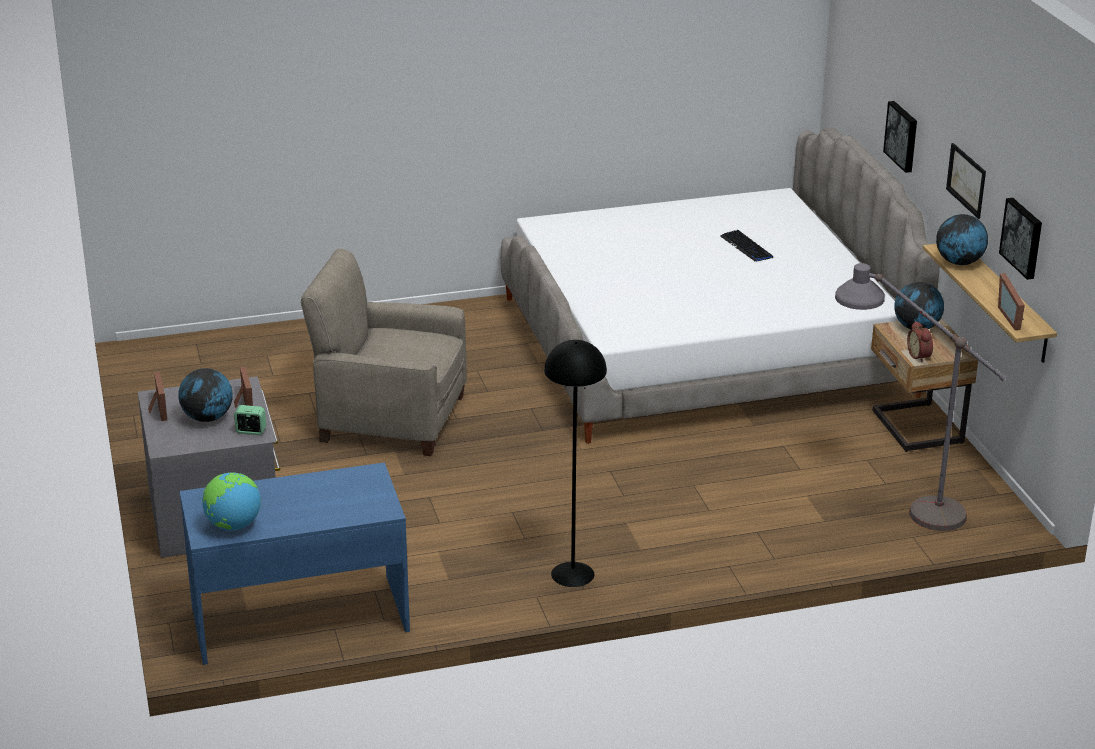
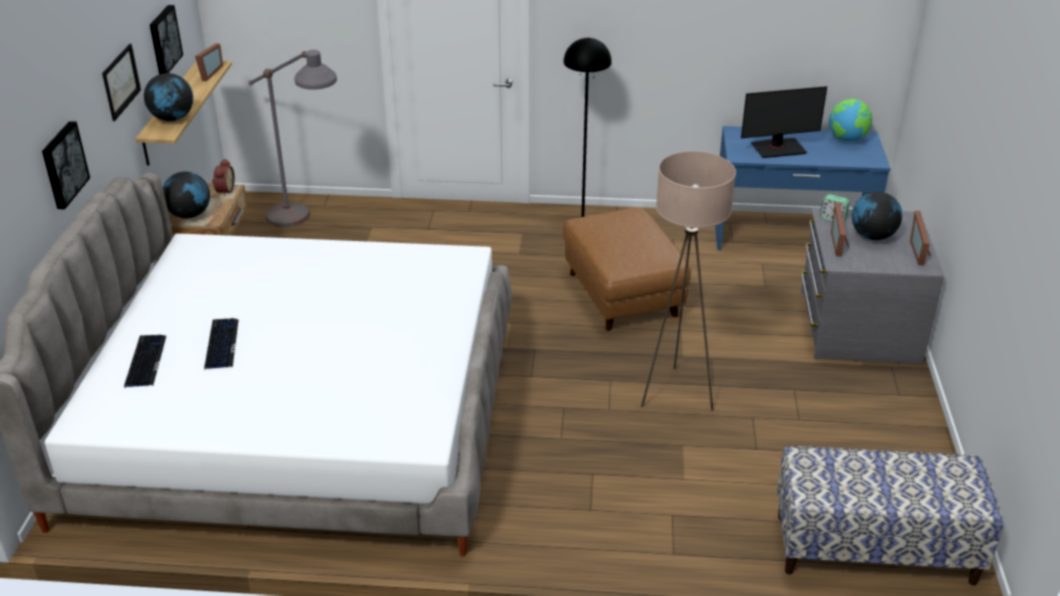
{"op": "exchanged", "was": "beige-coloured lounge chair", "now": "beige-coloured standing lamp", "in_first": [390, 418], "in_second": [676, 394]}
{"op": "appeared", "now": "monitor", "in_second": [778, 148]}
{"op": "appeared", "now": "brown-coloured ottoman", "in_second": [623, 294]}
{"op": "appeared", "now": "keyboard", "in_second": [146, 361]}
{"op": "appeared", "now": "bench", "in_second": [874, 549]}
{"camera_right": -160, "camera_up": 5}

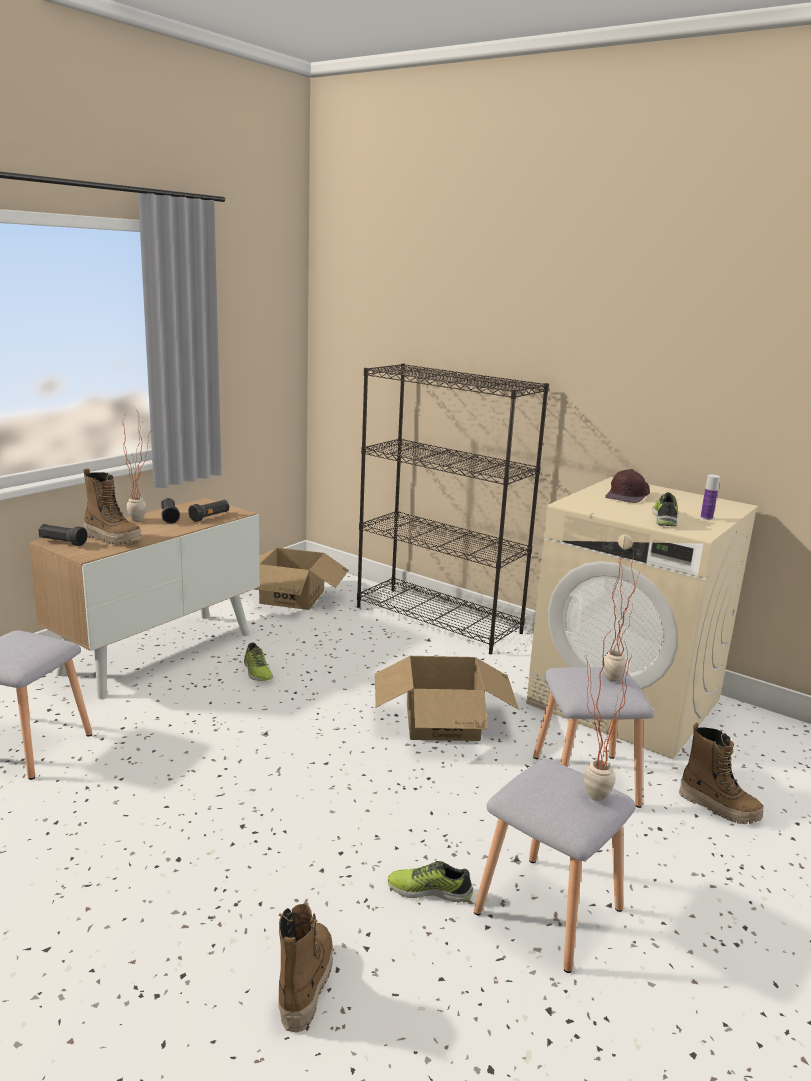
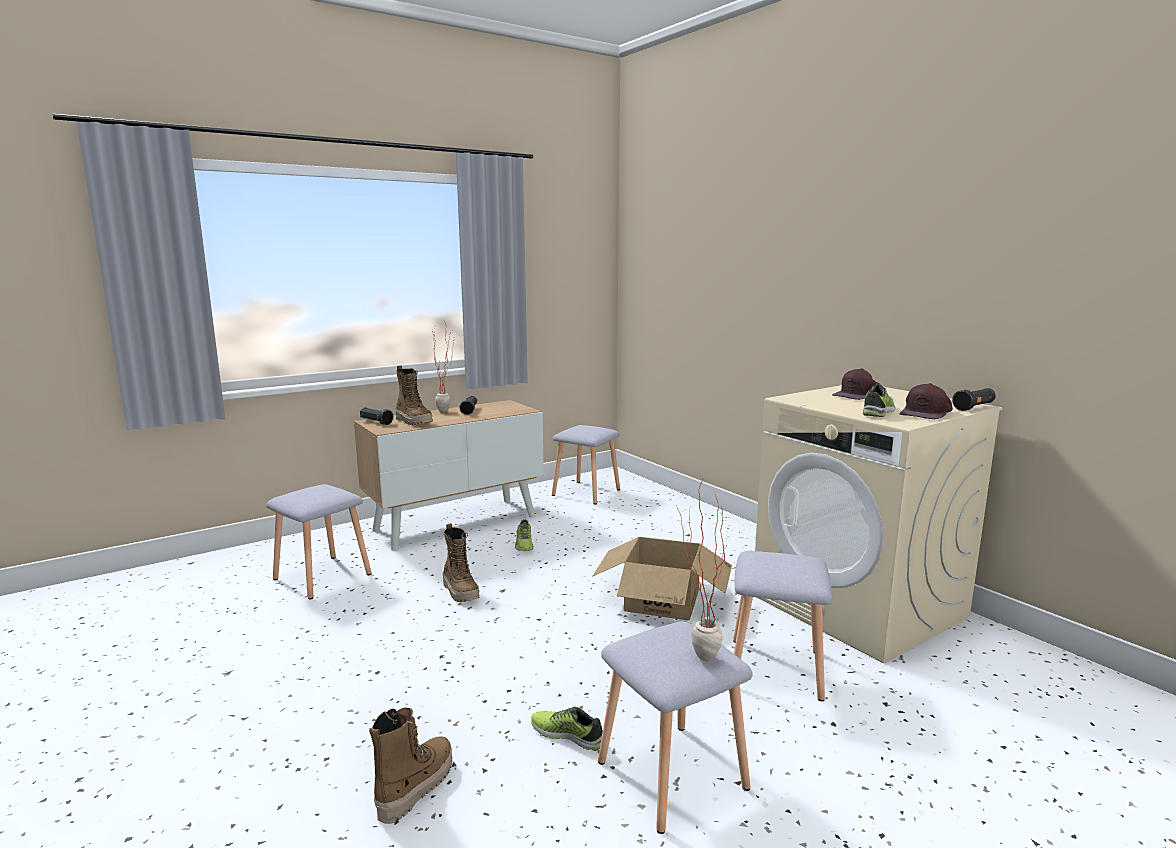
{"op": "missing", "was": "black-coloured bookshelf", "in_first": [439, 619]}
{"op": "exchanged", "was": "bottle", "now": "brown-coloured baseball cap", "in_first": [706, 518], "in_second": [927, 413]}
{"op": "relocated", "was": "black-coloured flashlight", "in_first": [210, 517], "in_second": [974, 408]}
{"op": "missing", "was": "plant in a pot", "in_first": [614, 676]}
{"op": "exchanged", "was": "cardboard box", "now": "gray stool", "in_first": [293, 597], "in_second": [587, 492]}
{"op": "relocated", "was": "tall boot", "in_first": [718, 807], "in_second": [461, 592]}
{"camera_right": 20, "camera_up": -5}

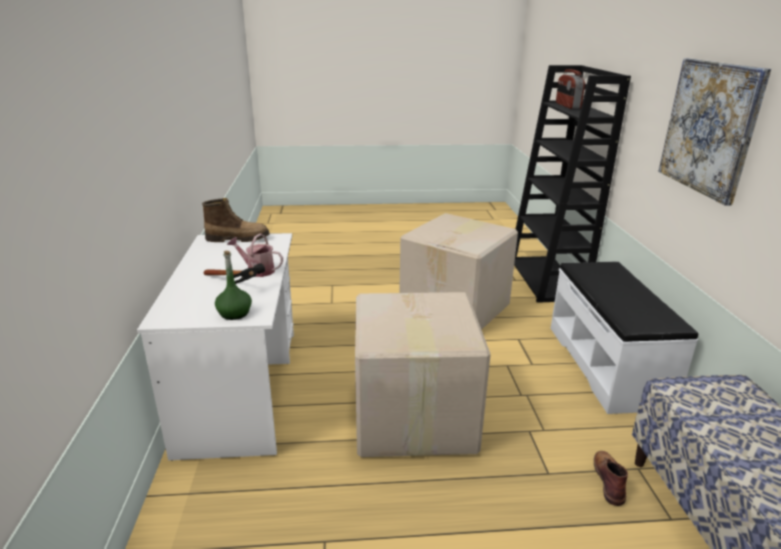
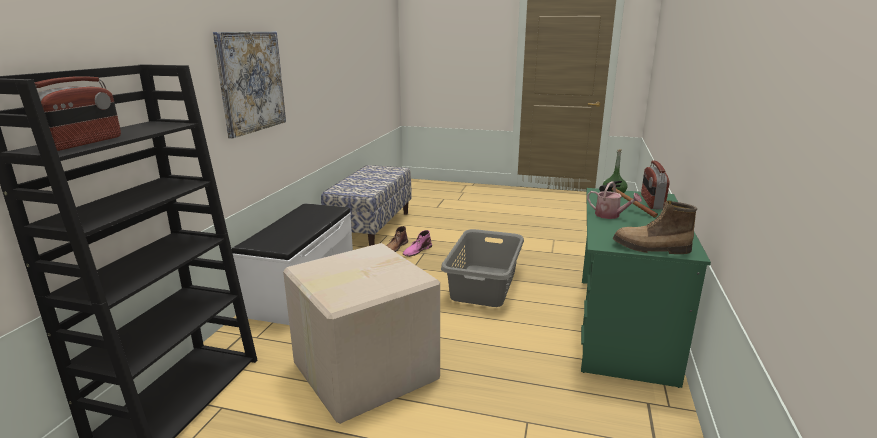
{"op": "colour", "was": "whitish desk table", "now": "green-coloured desk table", "in_first": [242, 388], "in_second": [622, 326]}
{"op": "exchanged", "was": "cardboard box", "now": "gray washing basket", "in_first": [412, 418], "in_second": [484, 285]}
{"op": "appeared", "now": "radio receiver", "in_second": [651, 202]}
{"op": "appeared", "now": "pink tall boot", "in_second": [417, 251]}
{"camera_right": -160, "camera_up": -5}

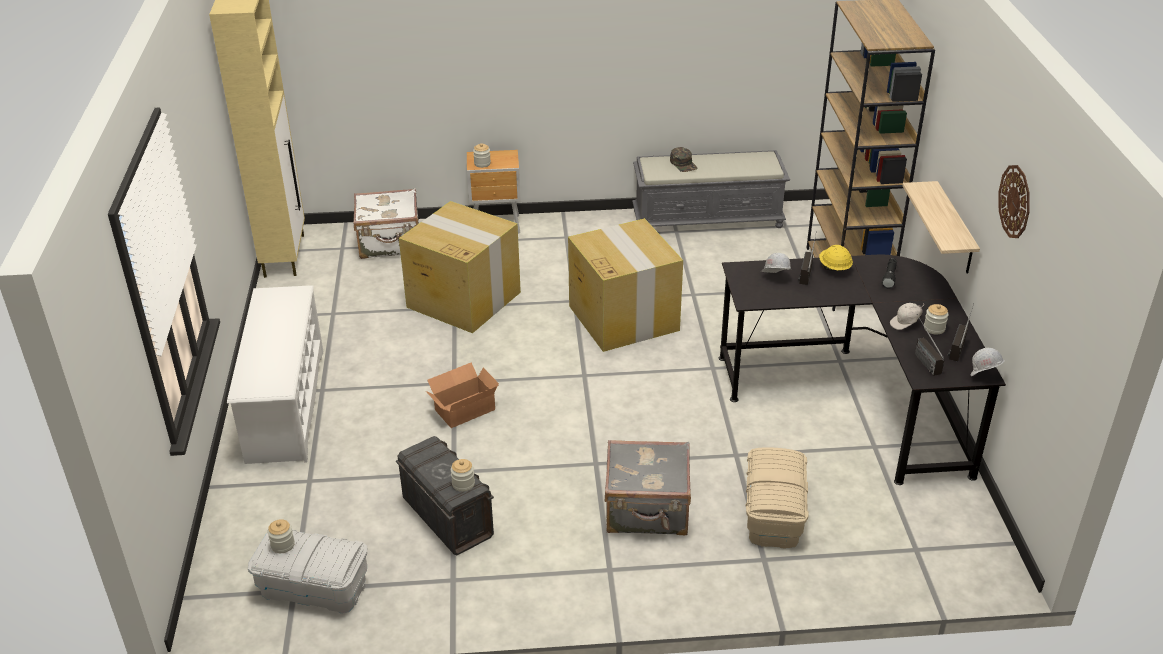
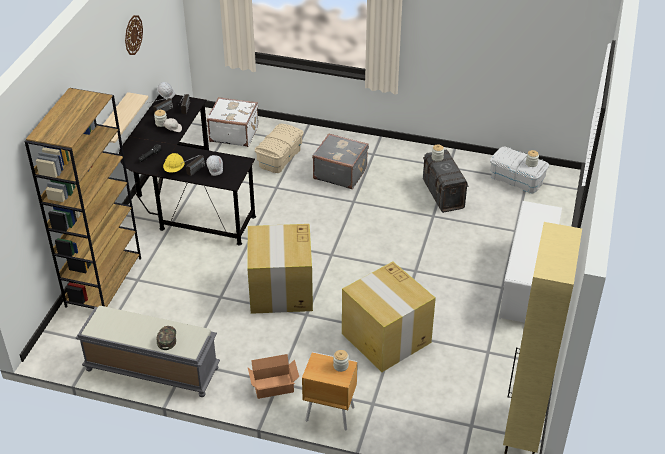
{"op": "relocated", "was": "whitish suitcase", "in_first": [390, 244], "in_second": [234, 133]}
{"op": "relocated", "was": "cardboard box", "in_first": [462, 409], "in_second": [274, 387]}
{"camera_right": -160, "camera_up": 5}

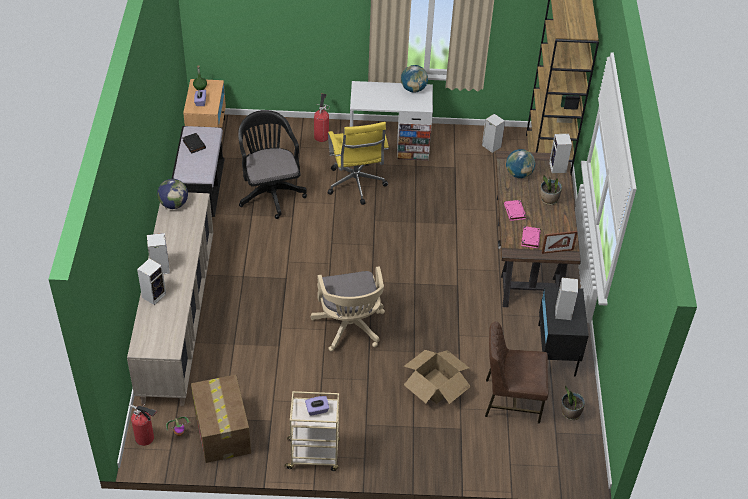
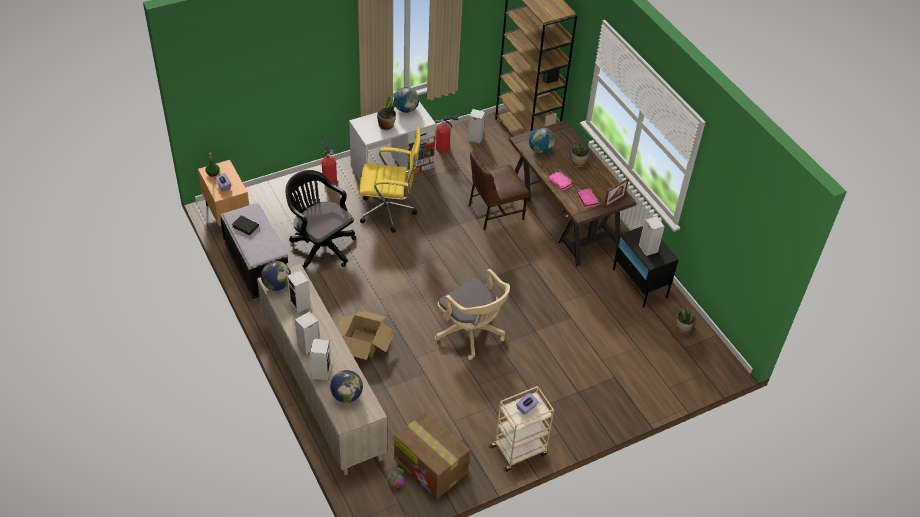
{"op": "spun", "was": "yellow desk chair", "in_first": [356, 185], "in_second": [390, 212], "clockwise": -45}
{"op": "relocated", "was": "loudspeaker", "in_first": [558, 168], "in_second": [300, 305]}
{"op": "relocated", "was": "brown-coloured upright chair", "in_first": [511, 400], "in_second": [494, 212]}
{"op": "relocated", "was": "cardboard box", "in_first": [436, 385], "in_second": [363, 343]}
{"op": "relocated", "was": "extinguisher", "in_first": [146, 438], "in_second": [444, 148]}
{"op": "appeared", "now": "plant in a pot", "in_second": [386, 126]}
{"op": "appeared", "now": "world globe", "in_second": [347, 396]}
{"camera_right": -30, "camera_up": 0}

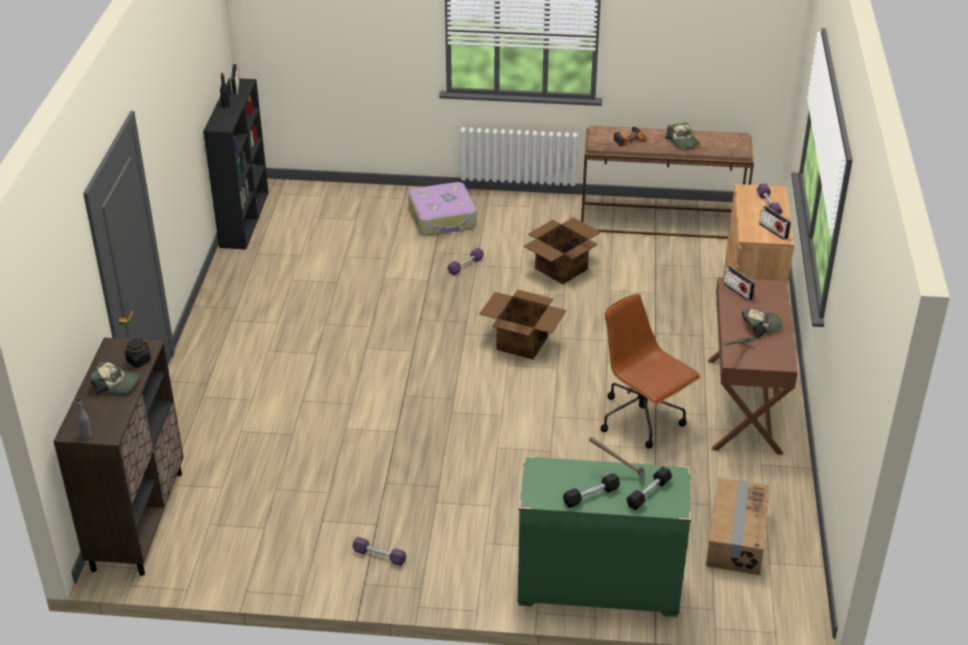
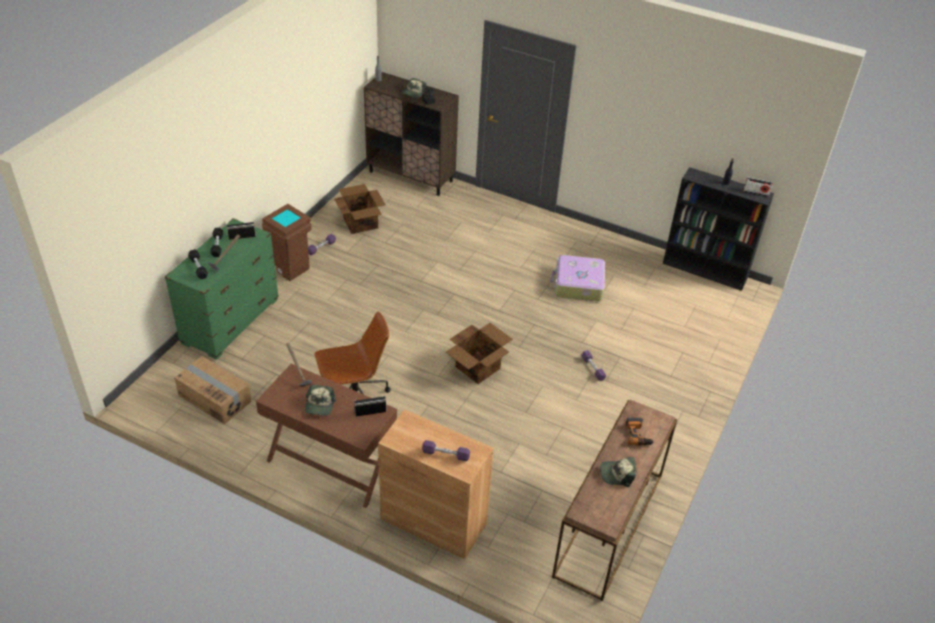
{"op": "relocated", "was": "suitcase", "in_first": [443, 218], "in_second": [578, 285]}
{"op": "relocated", "was": "radio receiver", "in_first": [773, 231], "in_second": [242, 236]}
{"op": "relocated", "was": "cardboard box", "in_first": [560, 269], "in_second": [360, 222]}
{"op": "appeared", "now": "brown-coloured waste bin", "in_second": [290, 269]}
{"camera_right": 110, "camera_up": 5}

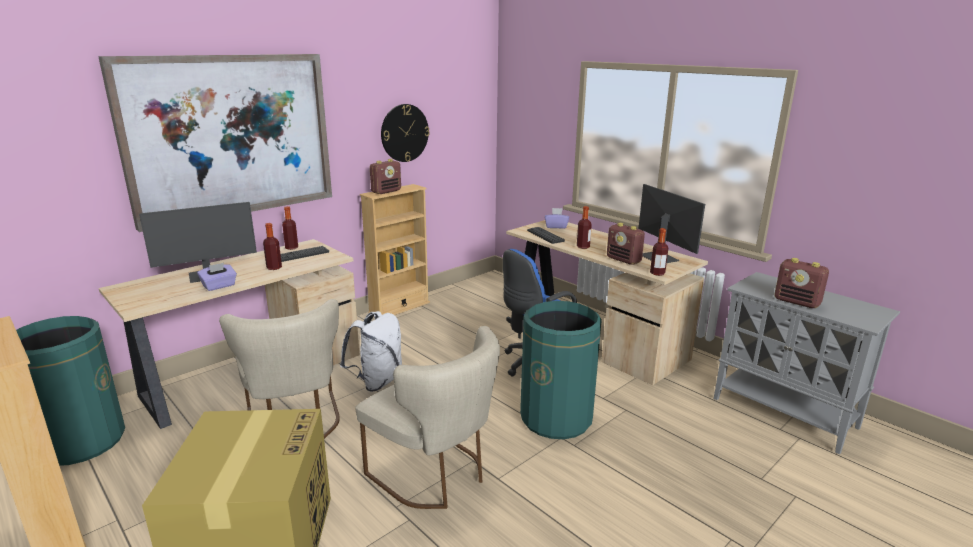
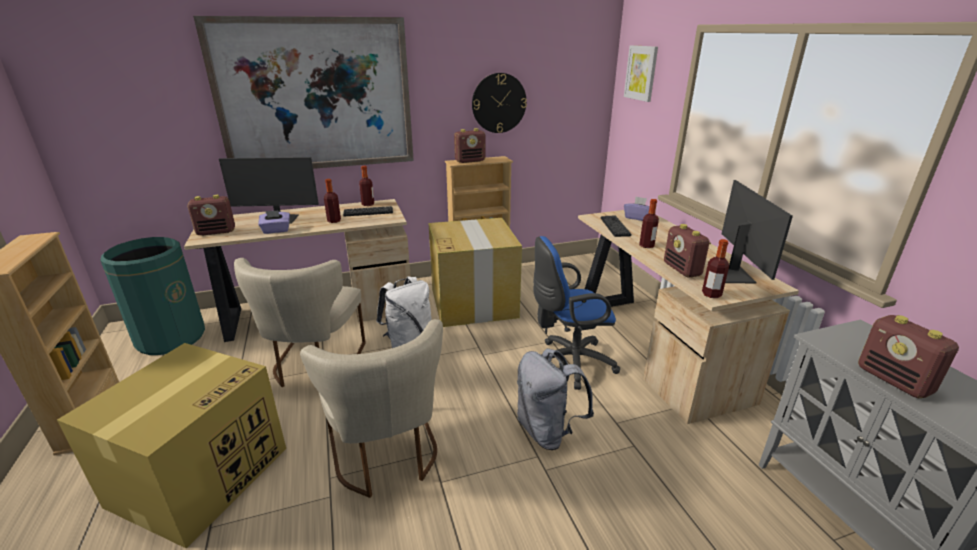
{"op": "exchanged", "was": "green-coloured waste bin", "now": "gray backpack", "in_first": [556, 418], "in_second": [548, 431]}
{"op": "appeared", "now": "wall art", "in_second": [641, 73]}
{"op": "appeared", "now": "radio receiver", "in_second": [216, 232]}
{"op": "appeared", "now": "cardboard box", "in_second": [473, 302]}
{"camera_right": 25, "camera_up": 5}

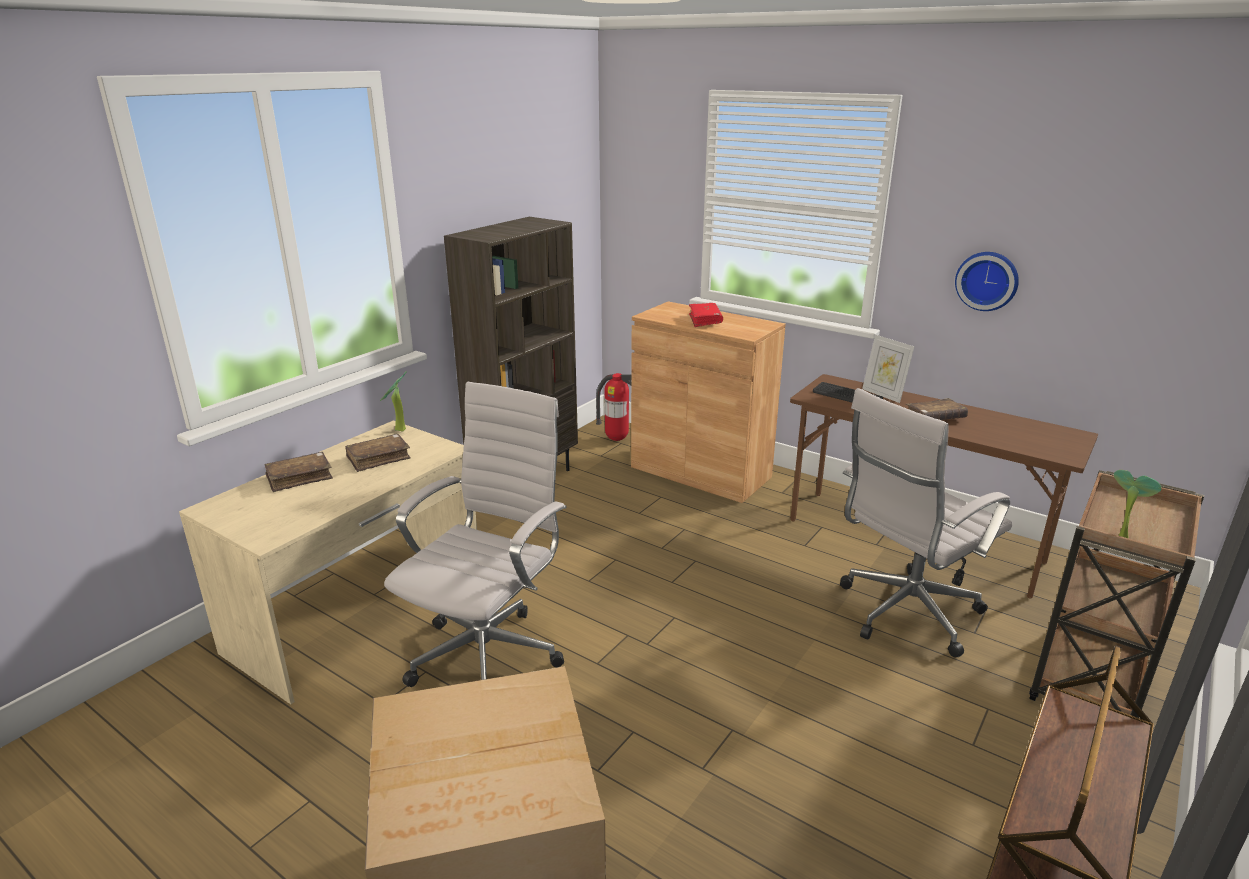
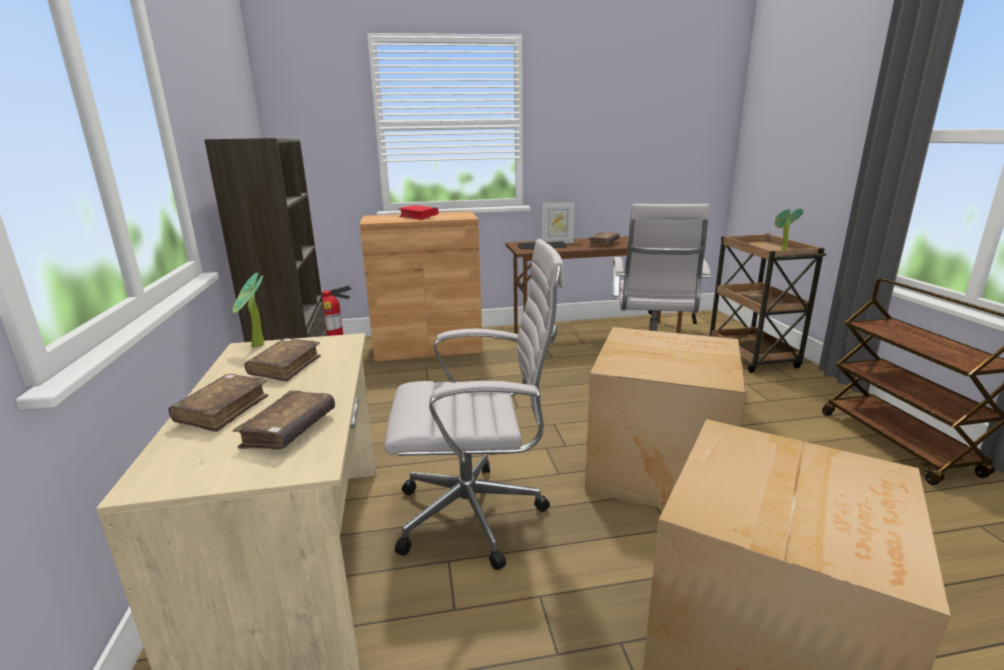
{"op": "missing", "was": "wall clock", "in_first": [987, 280]}
{"op": "spun", "was": "whitish desk chair", "in_first": [490, 653], "in_second": [477, 515], "clockwise": 105}
{"op": "appeared", "now": "cardboard box", "in_second": [656, 466]}
{"op": "appeared", "now": "brown-coloured bound book", "in_second": [289, 430]}
{"camera_right": -45, "camera_up": -5}

